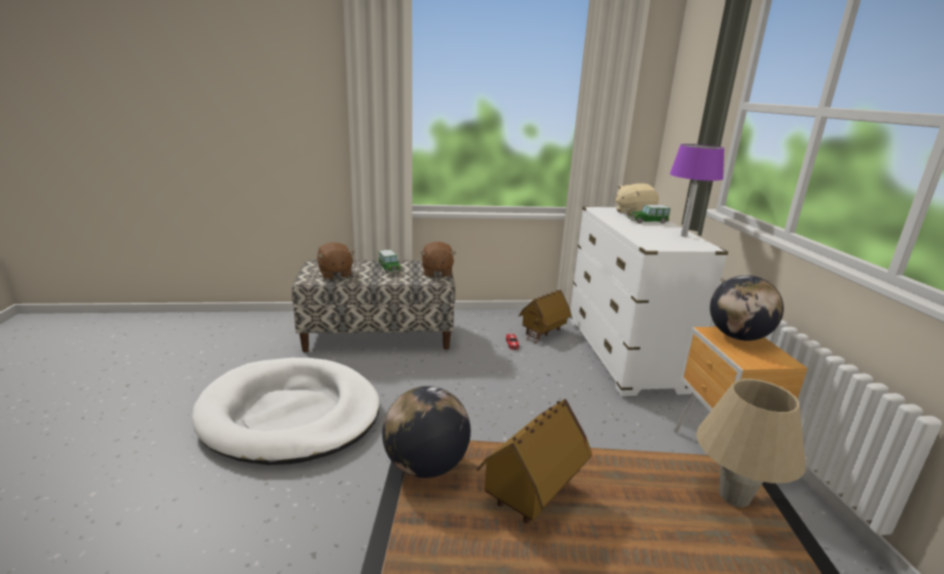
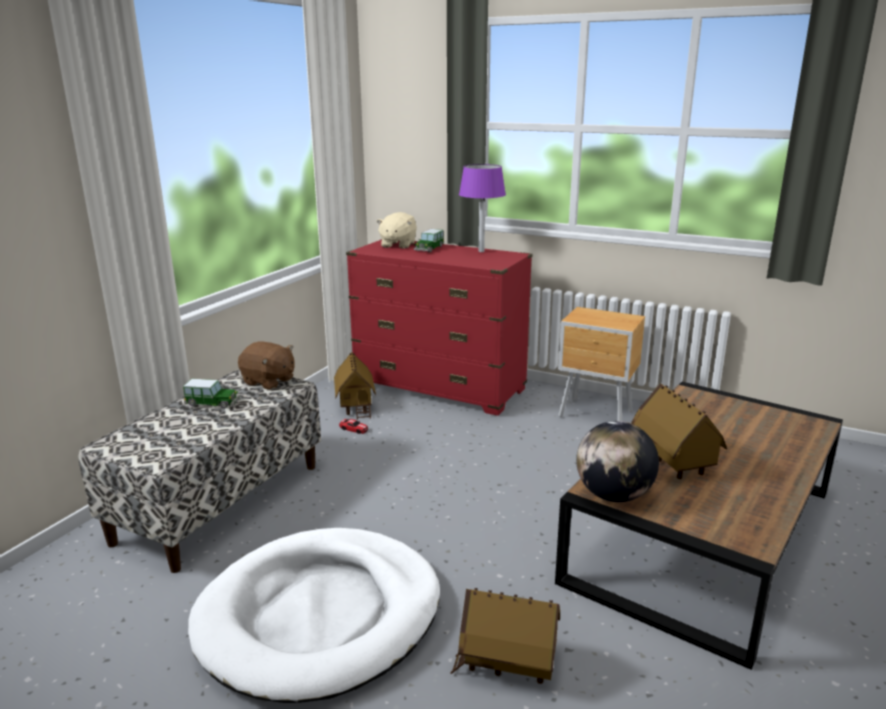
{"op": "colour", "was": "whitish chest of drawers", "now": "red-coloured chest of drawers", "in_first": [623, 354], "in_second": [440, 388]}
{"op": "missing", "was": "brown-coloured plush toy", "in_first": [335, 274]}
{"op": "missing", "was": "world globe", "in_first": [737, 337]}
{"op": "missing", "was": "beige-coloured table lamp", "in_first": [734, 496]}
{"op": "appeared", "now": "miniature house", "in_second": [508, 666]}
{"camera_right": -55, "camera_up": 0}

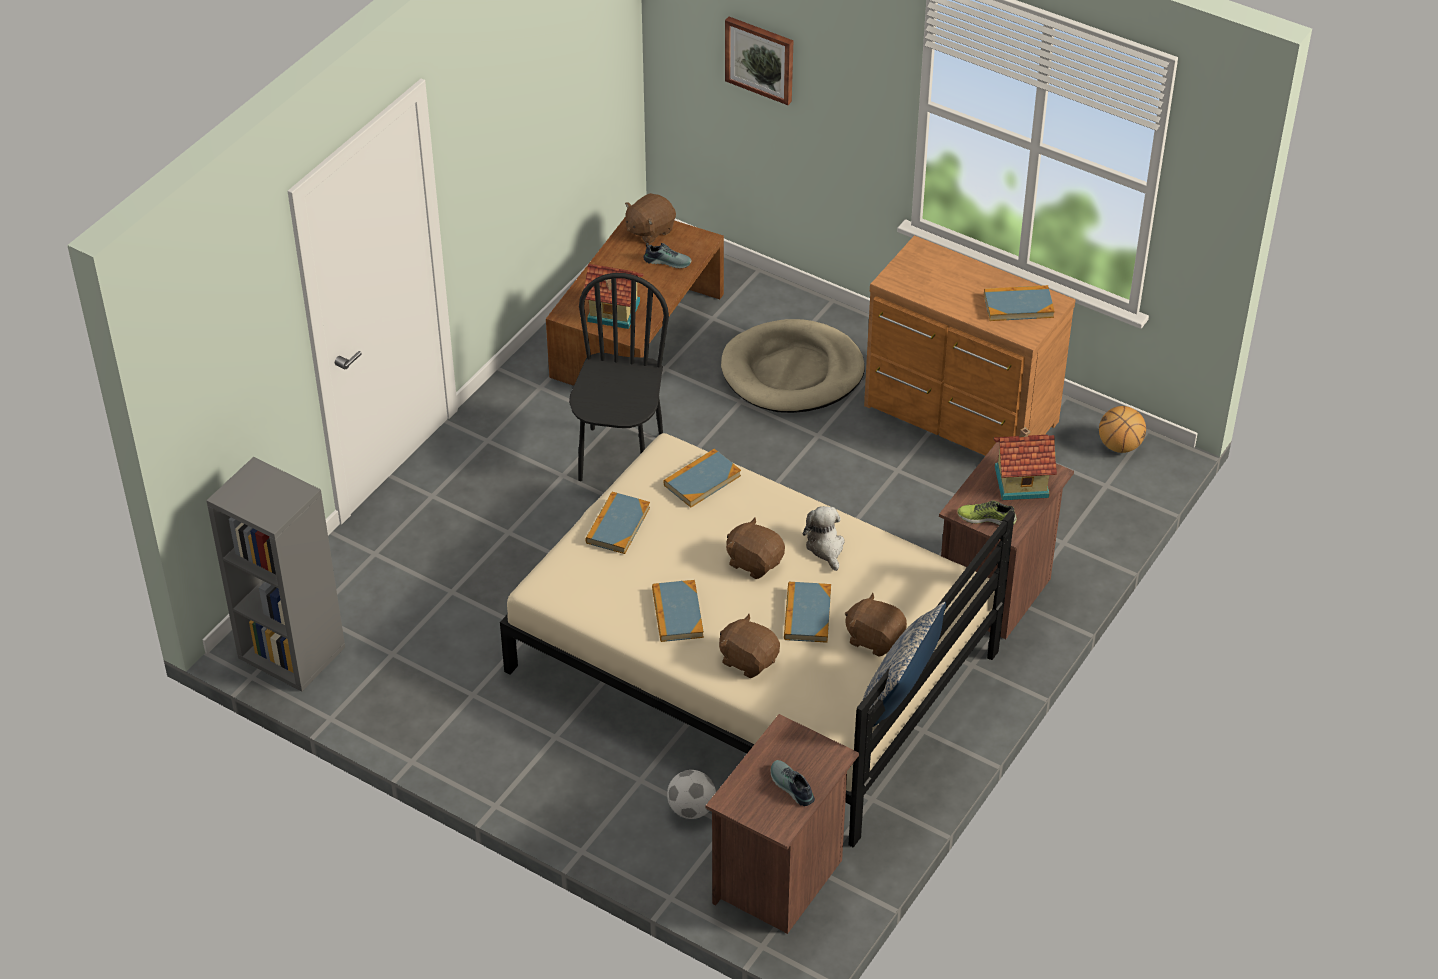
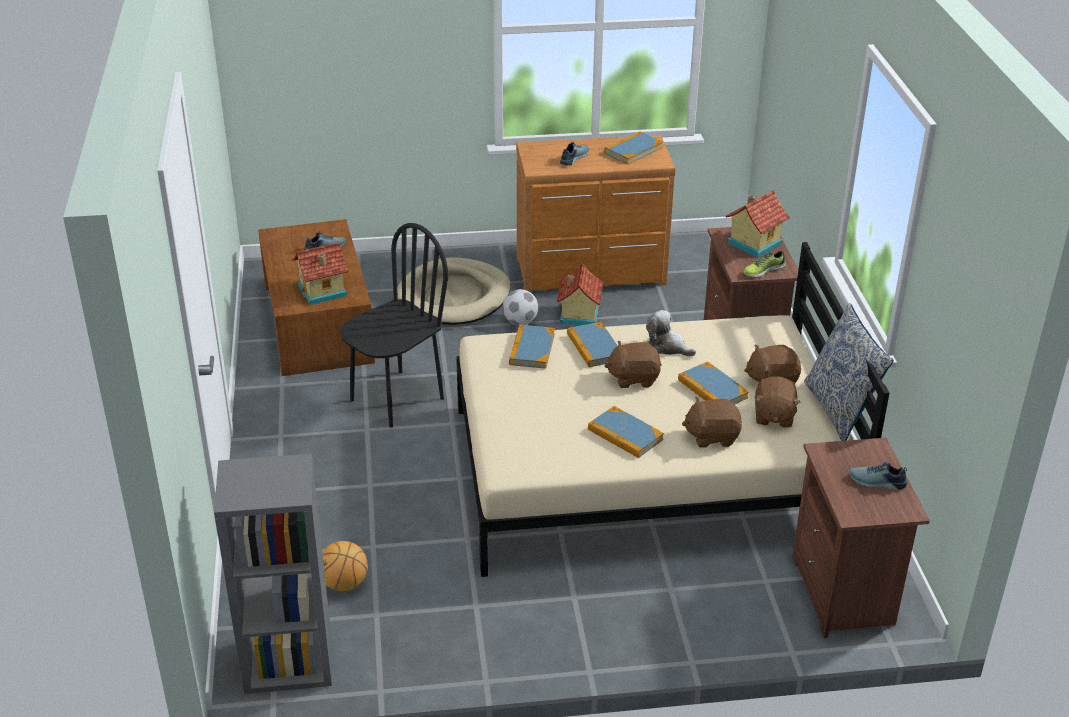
{"op": "missing", "was": "wall art", "in_first": [760, 59]}
{"op": "relocated", "was": "brown-coloured plush toy", "in_first": [649, 230], "in_second": [773, 416]}
{"op": "spun", "was": "black-coloured upright chair", "in_first": [620, 458], "in_second": [396, 399], "clockwise": 75}
{"op": "relocated", "was": "basketball ball", "in_first": [1119, 446], "in_second": [344, 584]}
{"op": "relocated", "was": "bound book", "in_first": [617, 525], "in_second": [594, 347]}
{"op": "relocated", "was": "football", "in_first": [691, 809], "in_second": [520, 322]}
{"op": "appeared", "now": "shoe", "in_second": [573, 158]}
{"op": "appeared", "now": "miniature house", "in_second": [578, 315]}
{"camera_right": -40, "camera_up": -10}

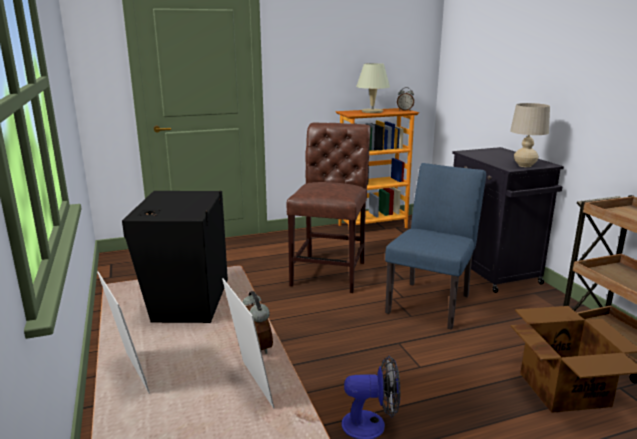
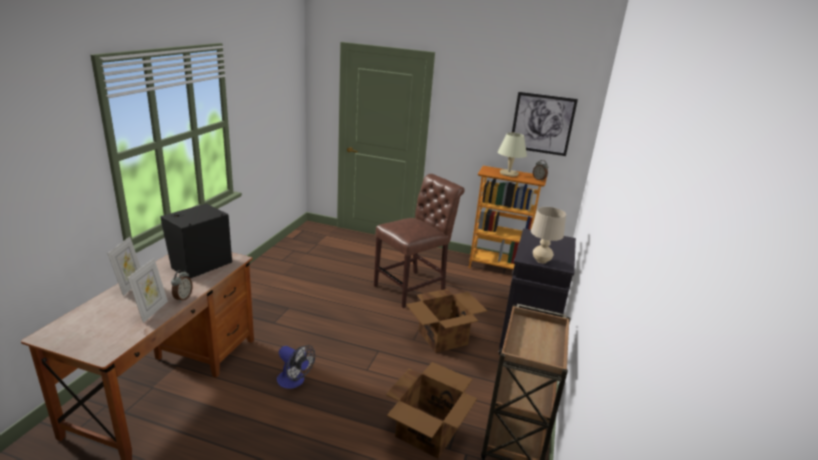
{"op": "exchanged", "was": "blue upright chair", "now": "cardboard box", "in_first": [431, 301], "in_second": [443, 337]}
{"op": "appeared", "now": "wall art", "in_second": [542, 124]}
{"camera_right": 35, "camera_up": 5}

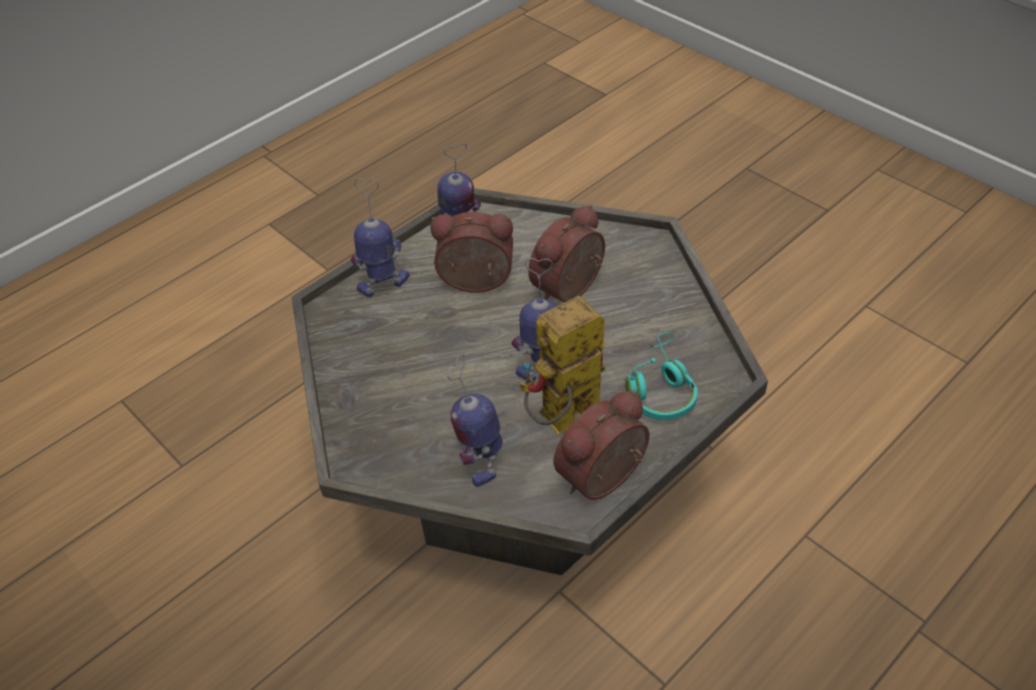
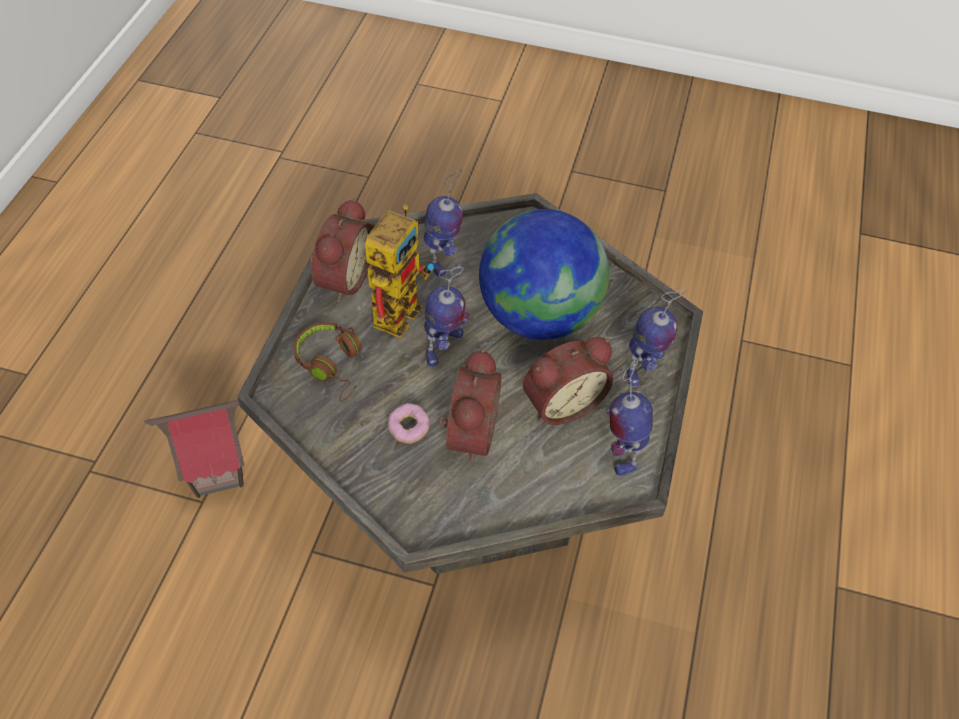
{"op": "colour", "was": "turquoise-coloured headset", "now": "brown-coloured headset", "in_first": [660, 389], "in_second": [332, 365]}
{"op": "spun", "was": "toy robot", "in_first": [480, 459], "in_second": [442, 258], "clockwise": 45}
{"op": "appeared", "now": "world globe", "in_second": [538, 316]}
{"op": "appeared", "now": "miniature house", "in_second": [216, 472]}
{"op": "appeared", "now": "ring doughnut", "in_second": [408, 429]}
{"camera_right": 145, "camera_up": 5}

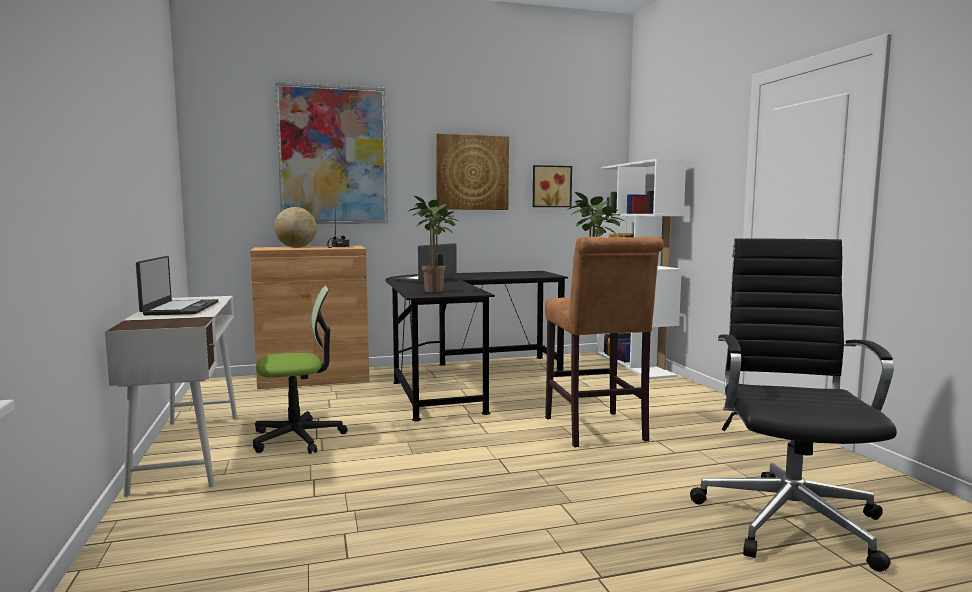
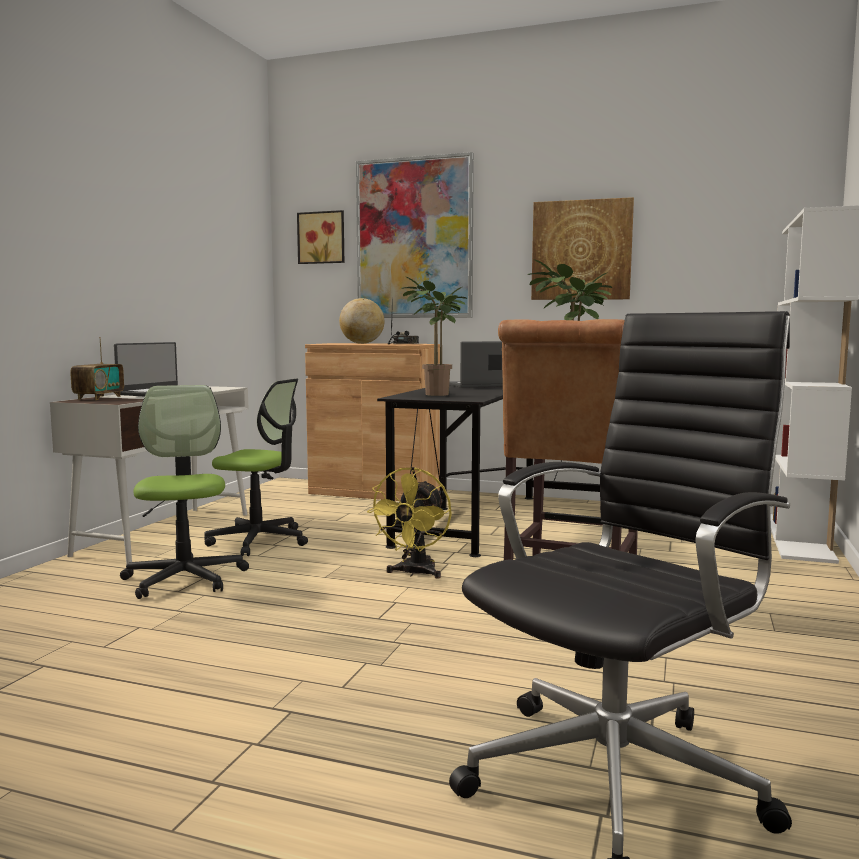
{"op": "relocated", "was": "wall art", "in_first": [551, 186], "in_second": [322, 238]}
{"op": "appeared", "now": "radio receiver", "in_second": [99, 398]}
{"op": "appeared", "now": "desk chair", "in_second": [184, 579]}
{"op": "appeared", "now": "yellow cooling fan", "in_second": [414, 573]}
{"camera_right": 35, "camera_up": 0}

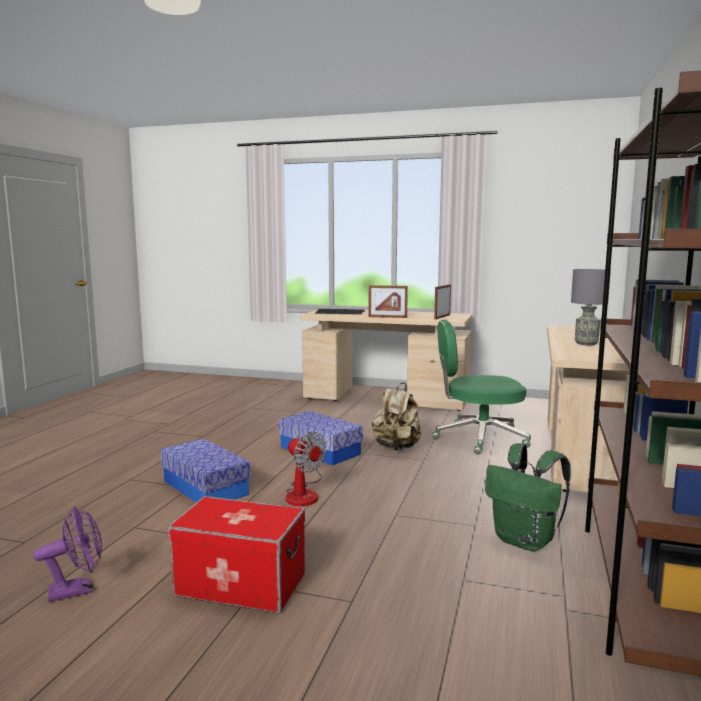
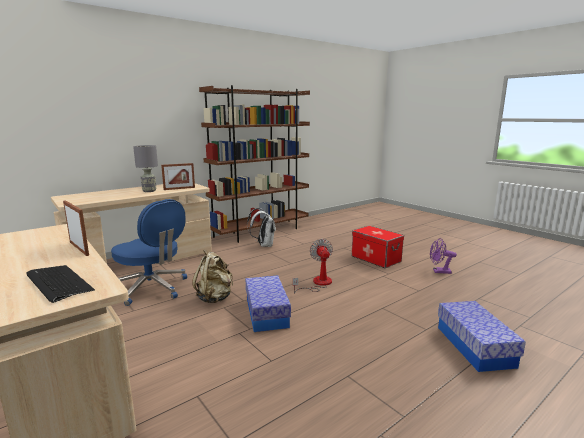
{"op": "relocated", "was": "standing frame", "in_first": [442, 317], "in_second": [179, 188]}
{"op": "colour", "was": "green-coloured desk chair", "now": "blue desk chair", "in_first": [478, 438], "in_second": [152, 288]}
{"op": "relocated", "was": "storage box", "in_first": [205, 488], "in_second": [474, 346]}
{"op": "colour", "was": "green-coloured backpack", "now": "whitish backpack", "in_first": [525, 541], "in_second": [264, 245]}
{"camera_right": -145, "camera_up": 5}

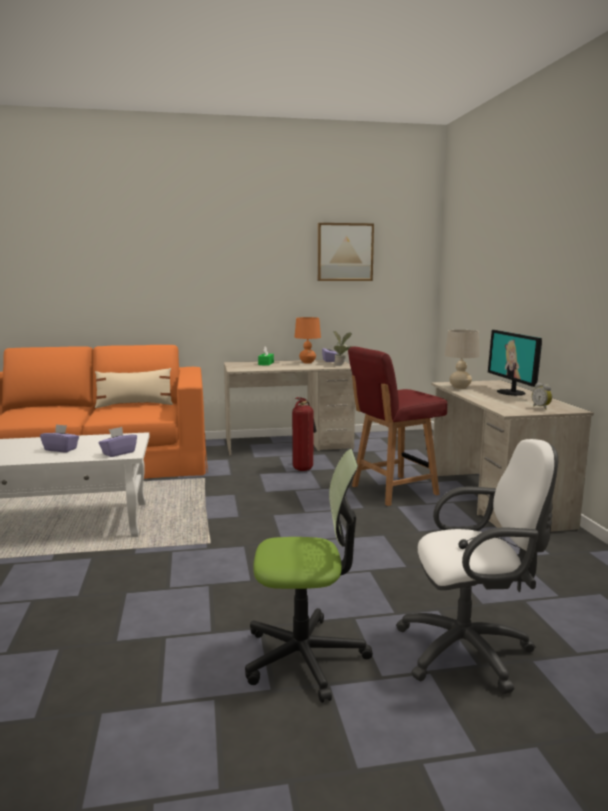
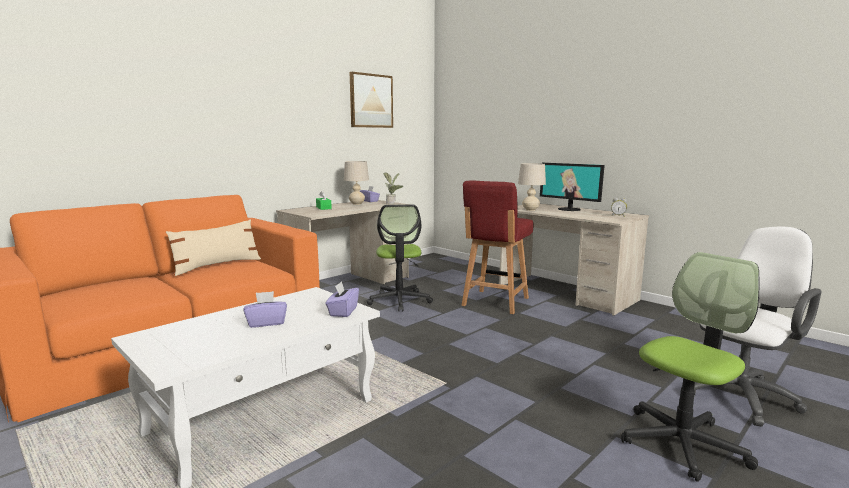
{"op": "colour", "was": "orange-coloured table lamp", "now": "beige-coloured table lamp", "in_first": [307, 362], "in_second": [357, 204]}
{"op": "exchanged", "was": "extinguisher", "now": "desk chair", "in_first": [303, 469], "in_second": [399, 301]}
{"camera_right": -35, "camera_up": 0}

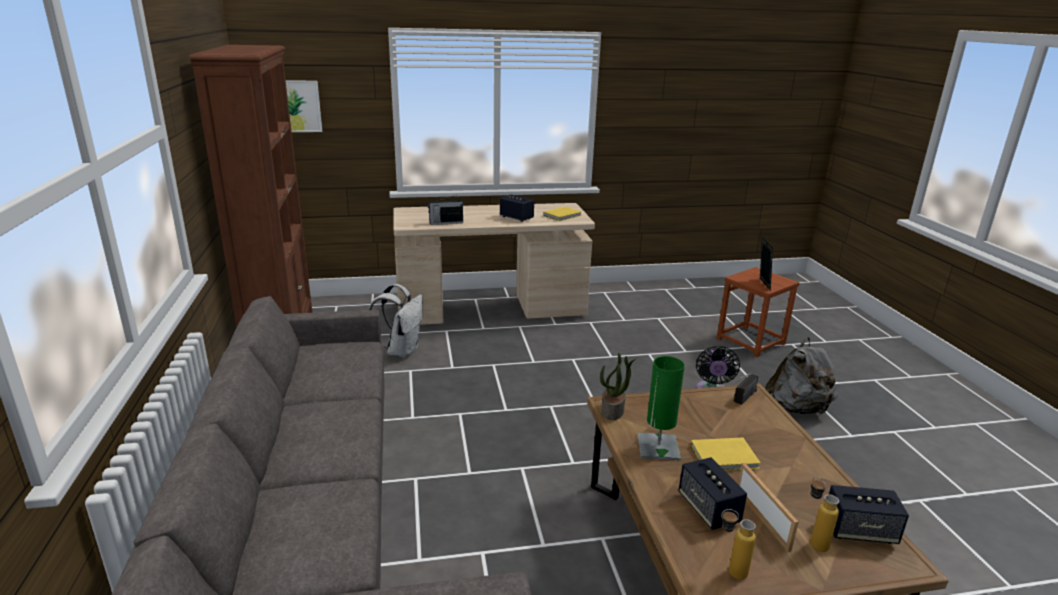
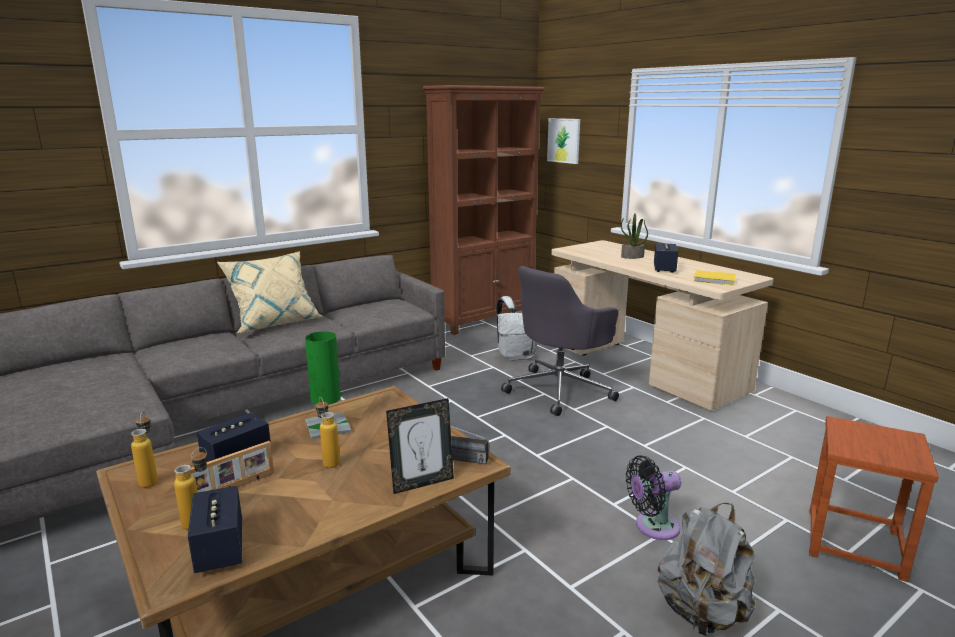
{"op": "missing", "was": "radio receiver", "in_first": [445, 223]}
{"op": "relocated", "was": "standing frame", "in_first": [762, 284], "in_second": [422, 483]}
{"op": "relocated", "was": "plant in a pot", "in_first": [613, 410], "in_second": [632, 257]}
{"op": "exchanged", "was": "yellow bound book", "now": "bottle", "in_first": [726, 457], "in_second": [329, 461]}
{"op": "appeared", "now": "beige-coloured pillow", "in_second": [274, 323]}
{"op": "appeared", "now": "gray desk chair", "in_second": [560, 390]}
{"camera_right": 65, "camera_up": -5}

